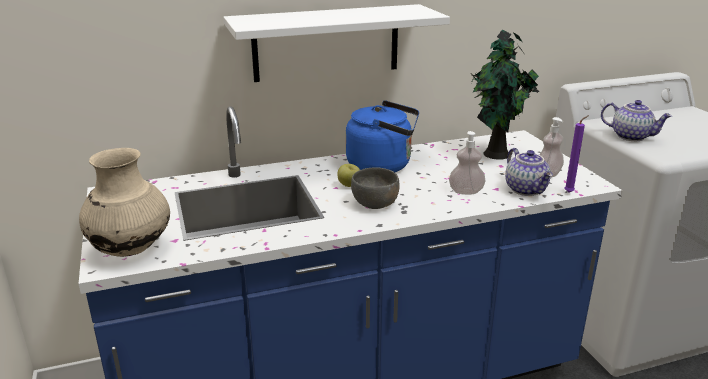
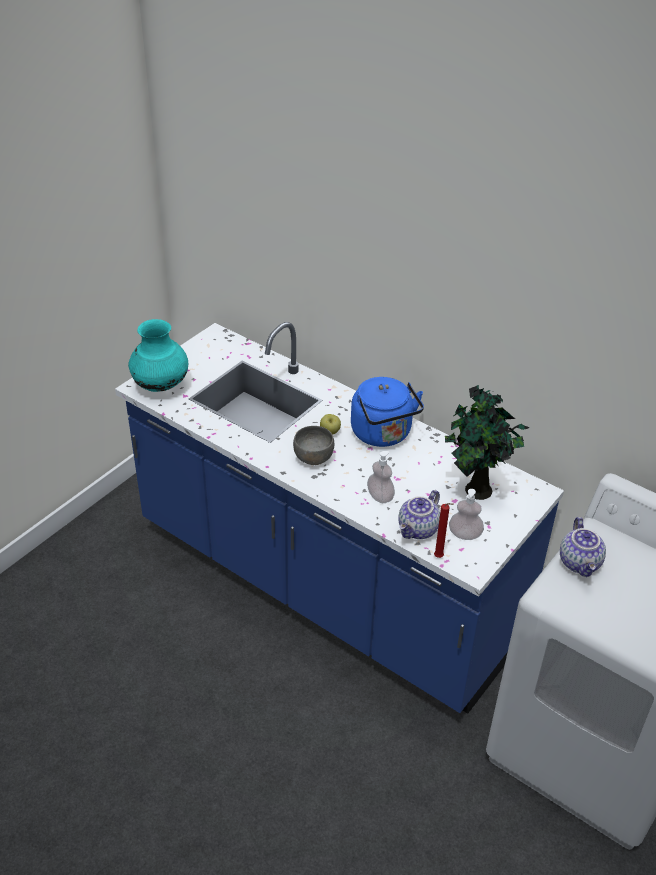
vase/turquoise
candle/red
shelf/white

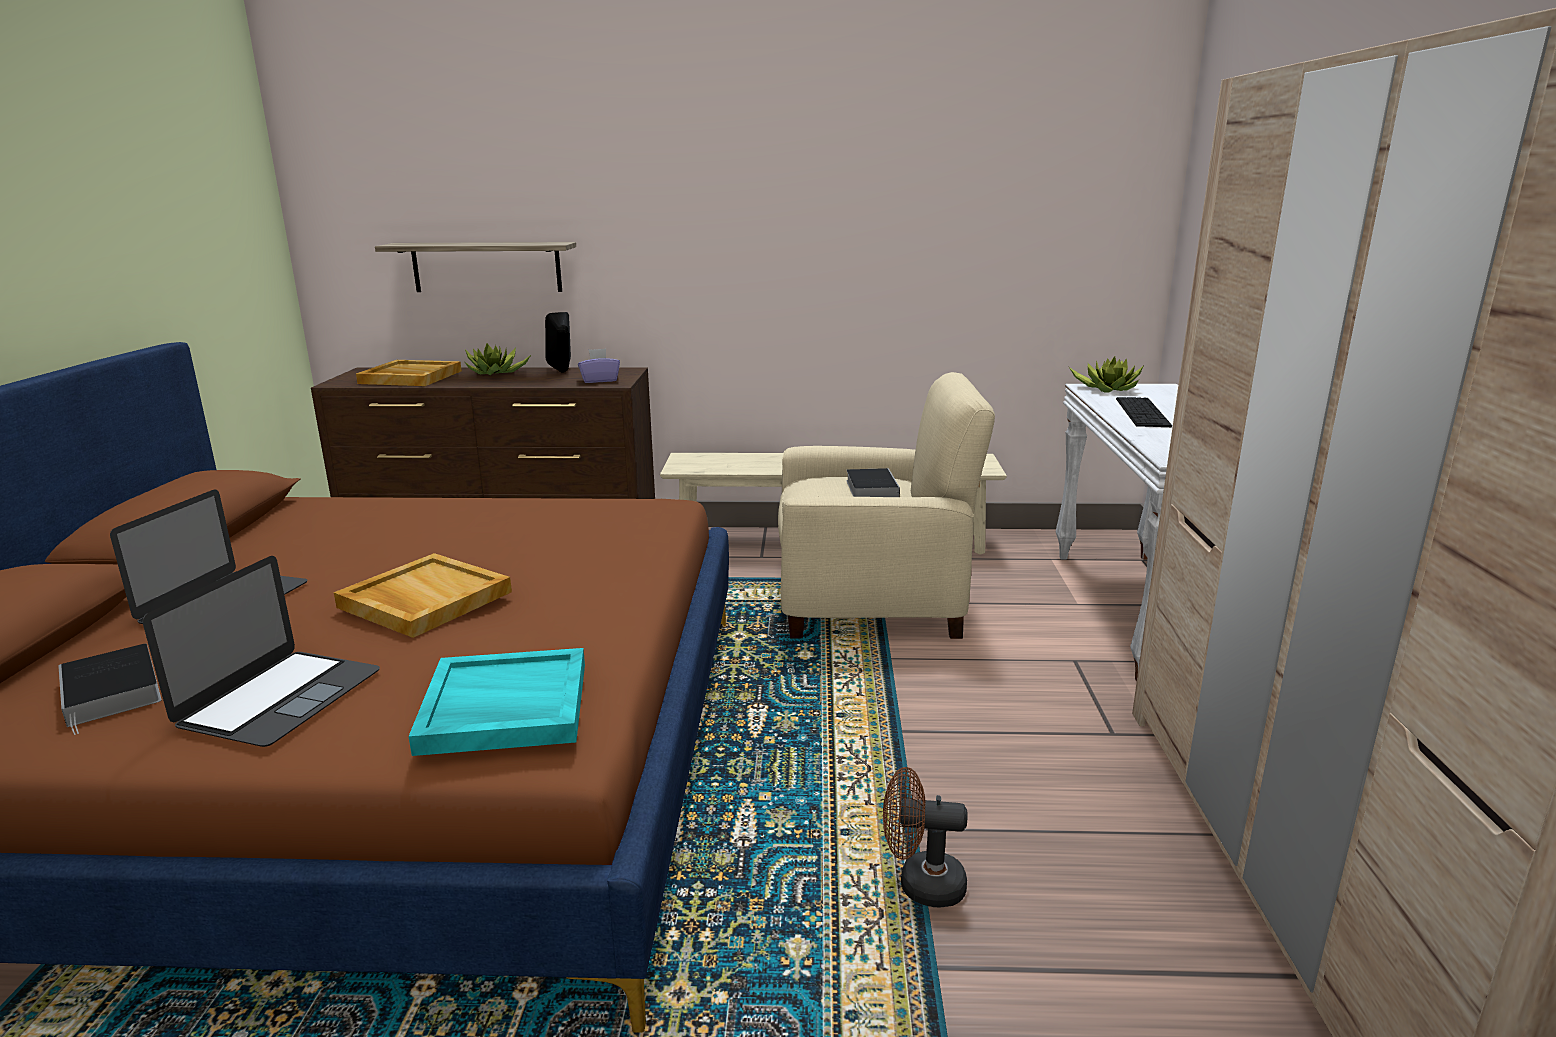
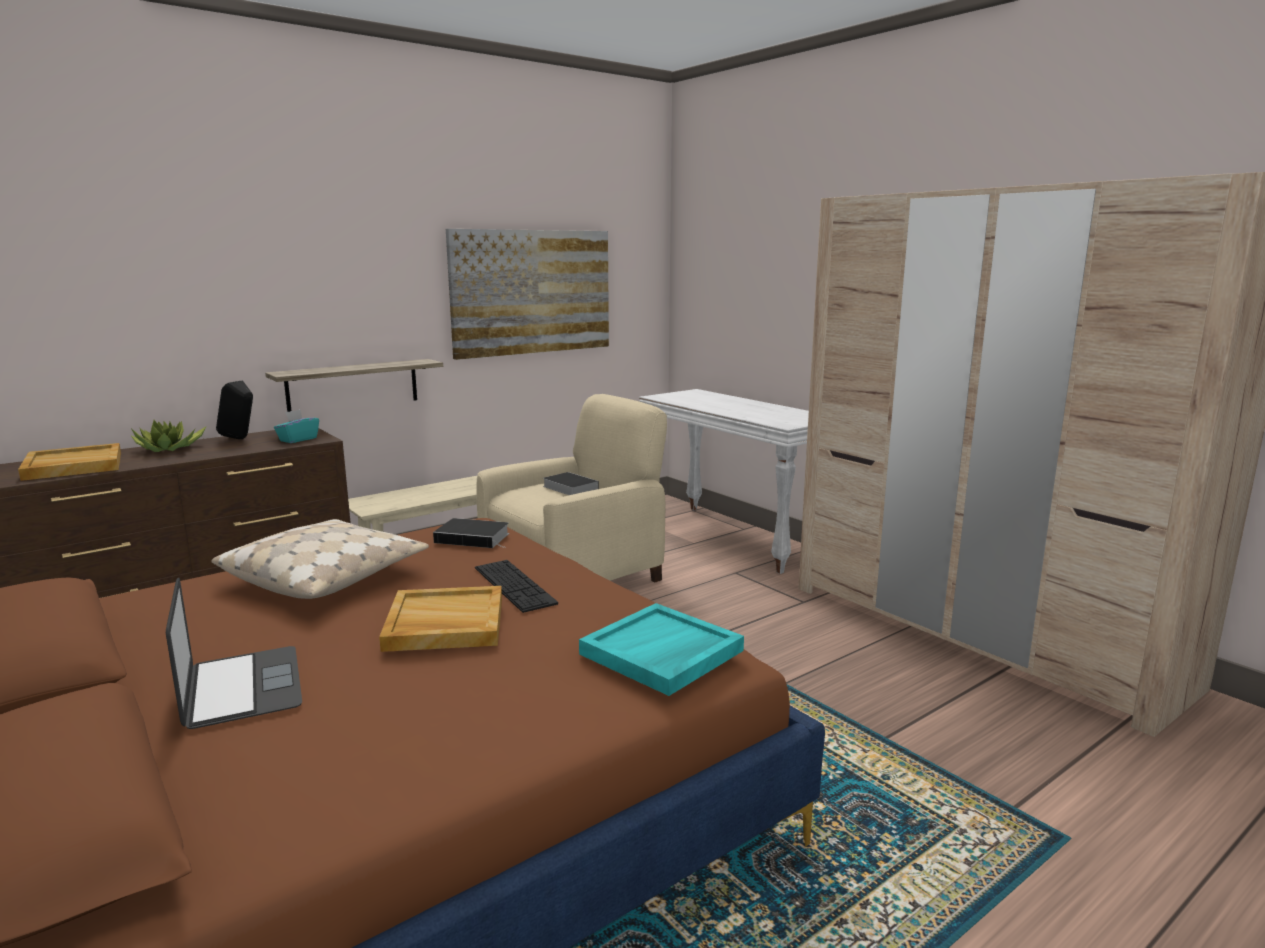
pillow/beige
shelf
tissue box/turquoise
book (no. 1 from left)
picture
keyboard
laptop (no. 2 from left in the first image)
fan/brown
potted plant (no. 2 from left in the first image)

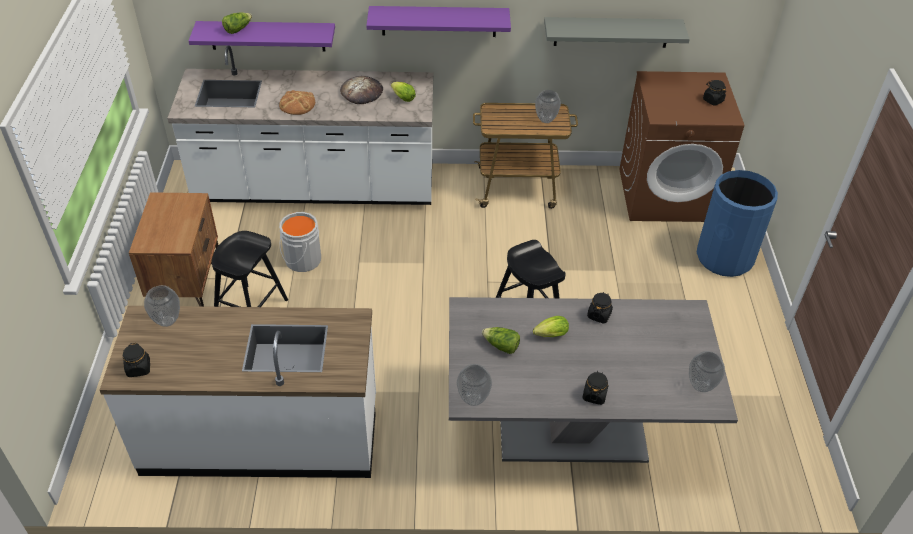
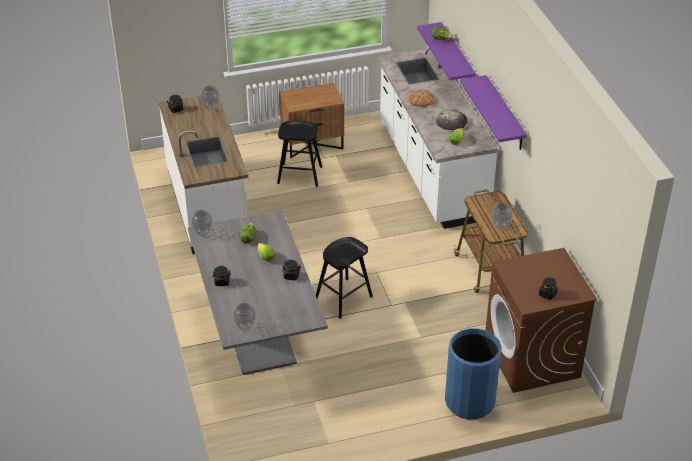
bucket/grey
shelf/grey

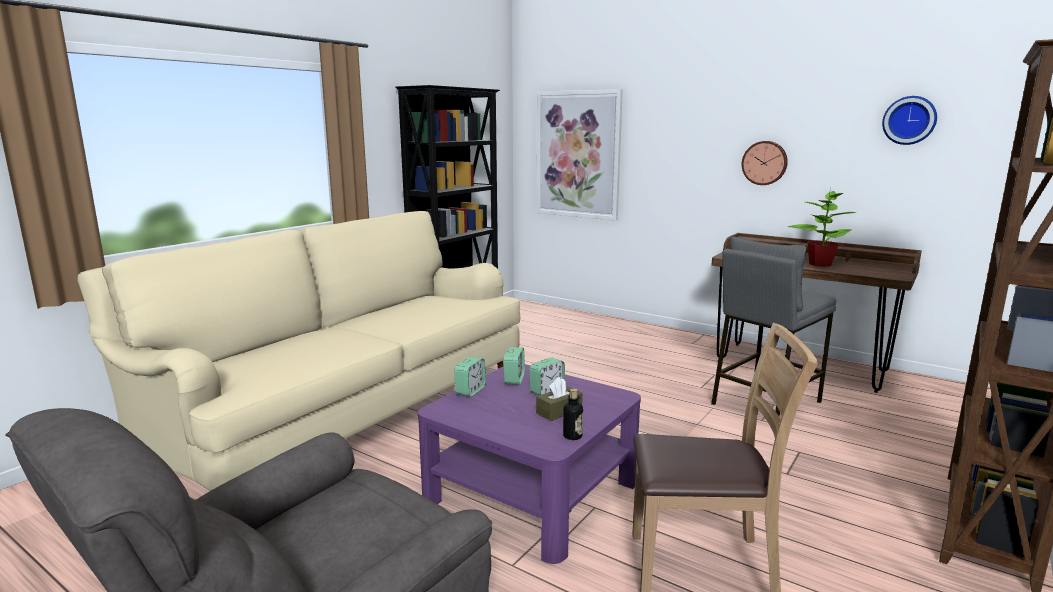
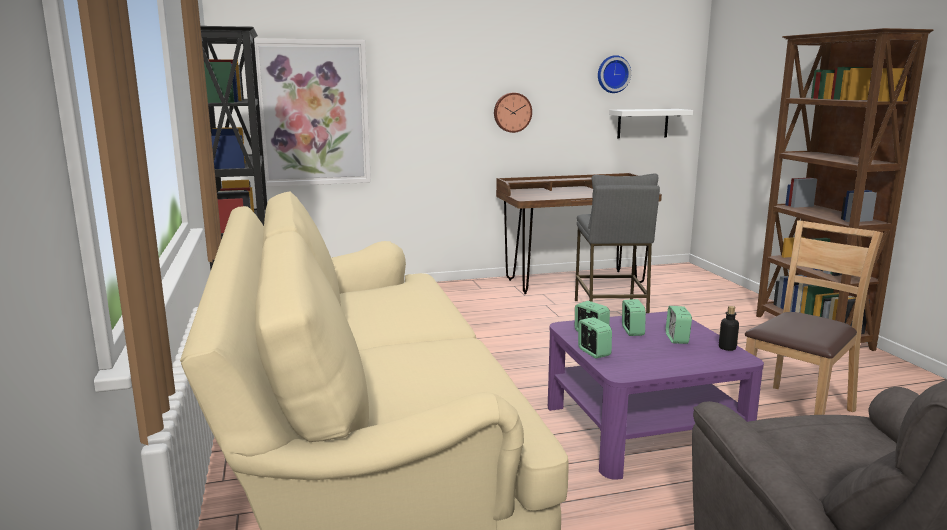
shelf/white
alarm clock (no. 4 from left)
potted plant

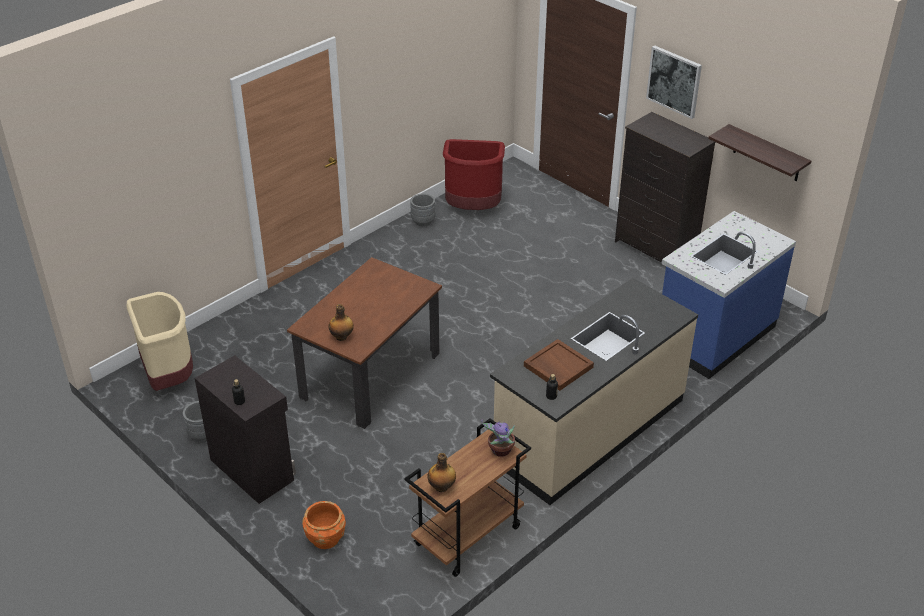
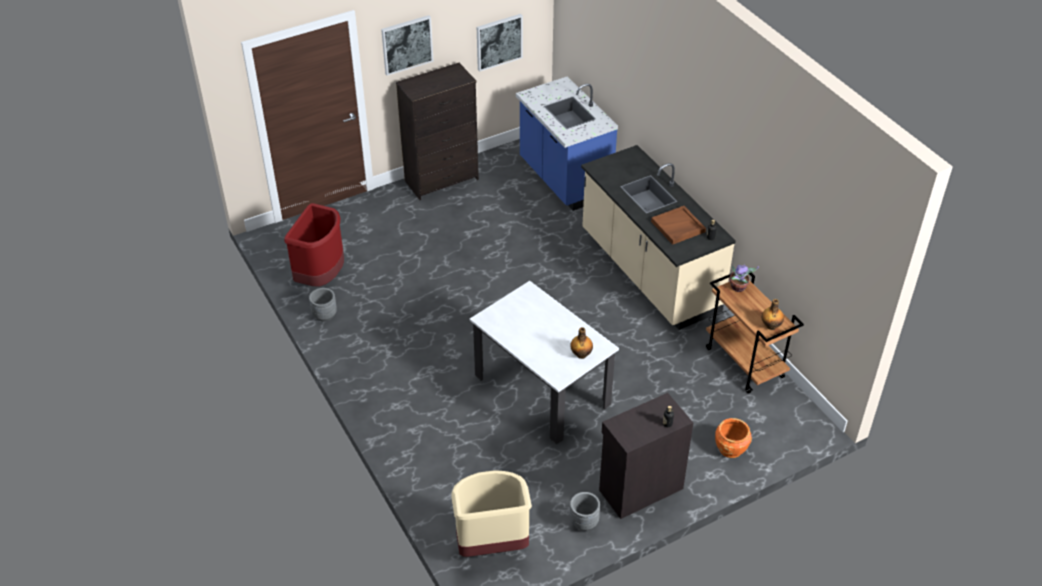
dining table/white
picture (no. 2 from left)

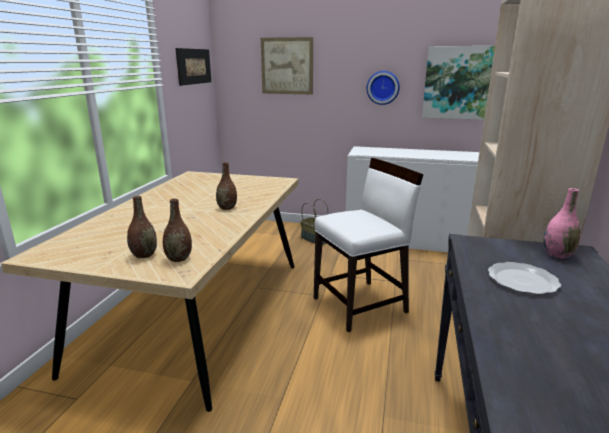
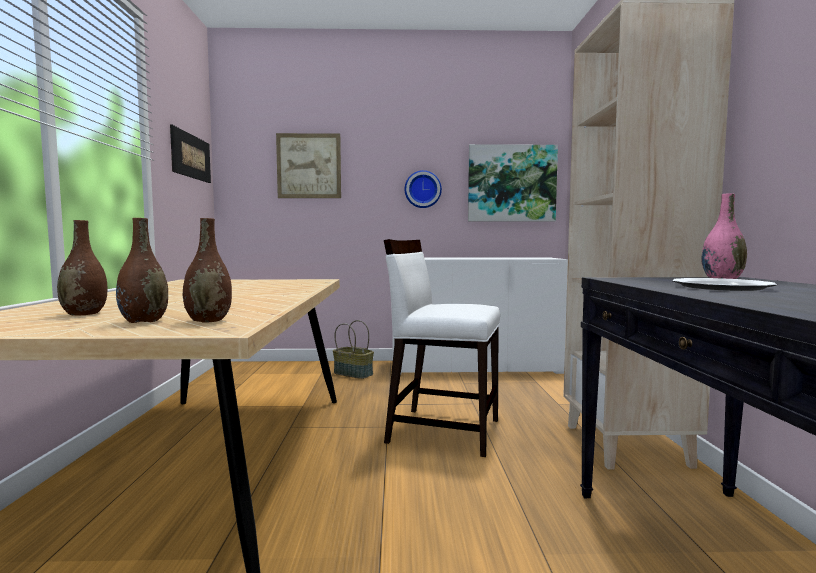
vase/brown (no. 1 from left)
chair/white

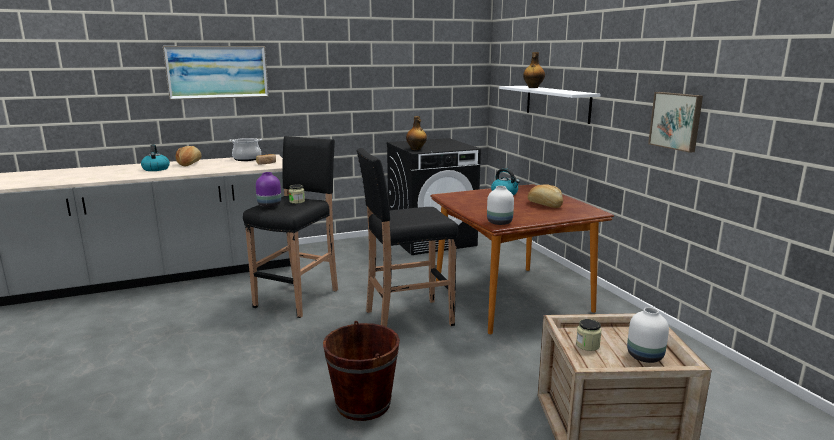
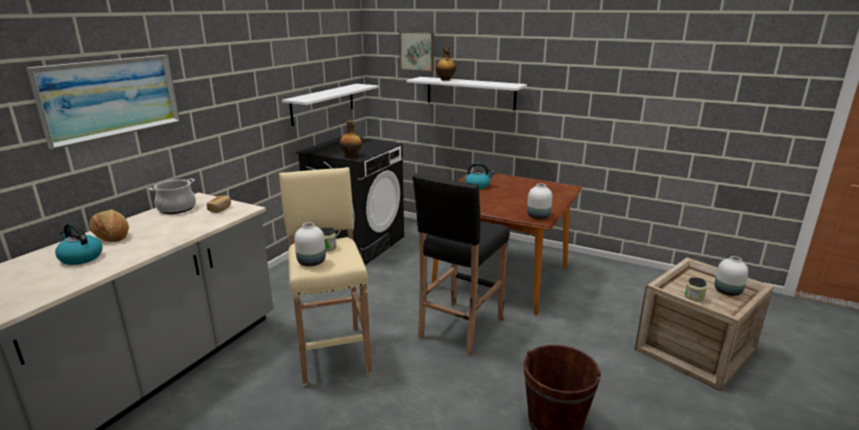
stool/beige
shelf/white (no. 1 from left)
vase/white (no. 1 from left)
picture (no. 2 from left)
bread (no. 3 from left in the first image)

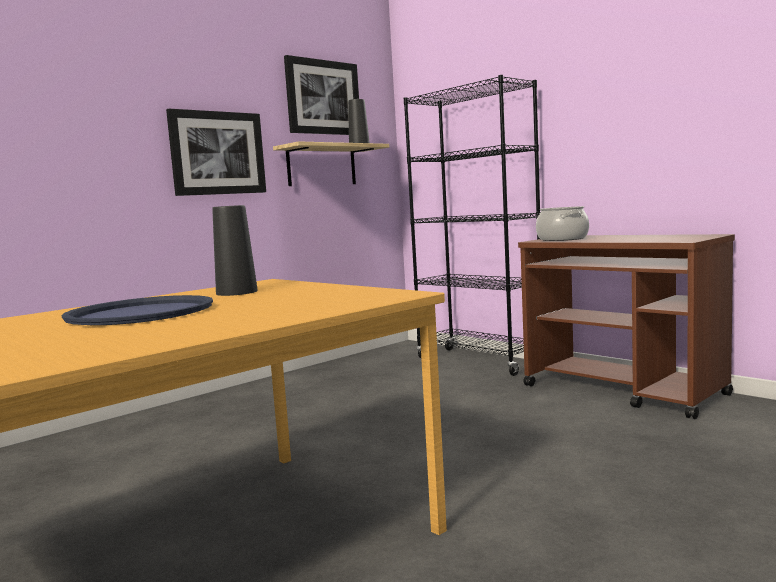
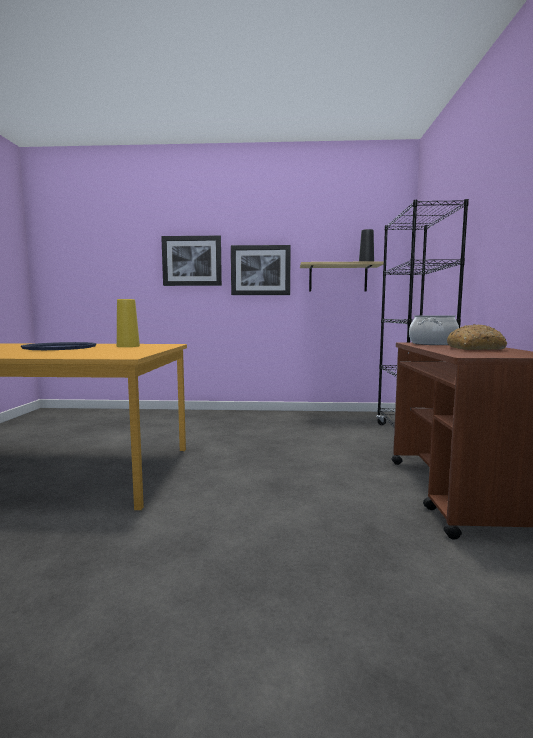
vase/yellow
picture (no. 1 from left)
bread

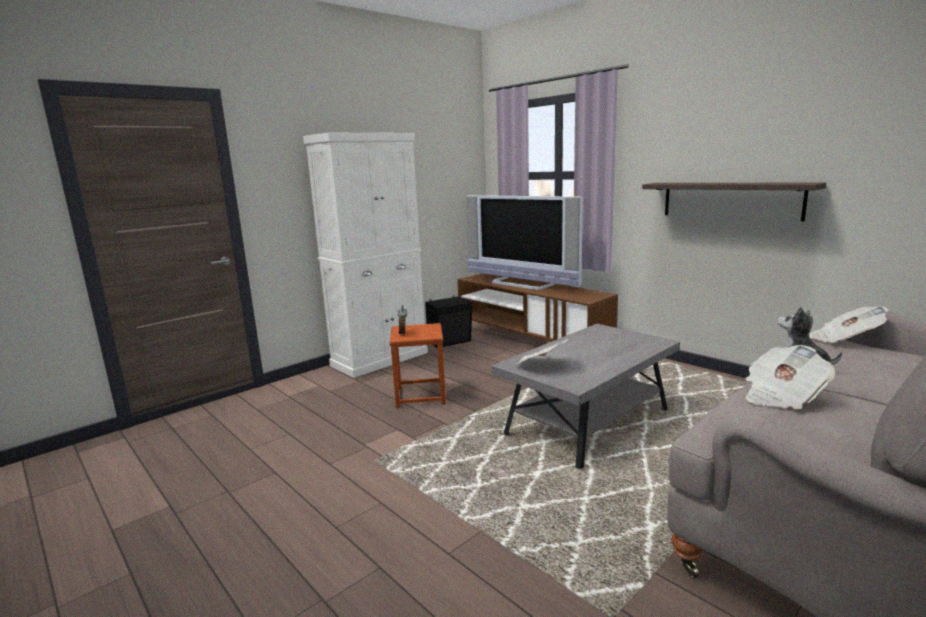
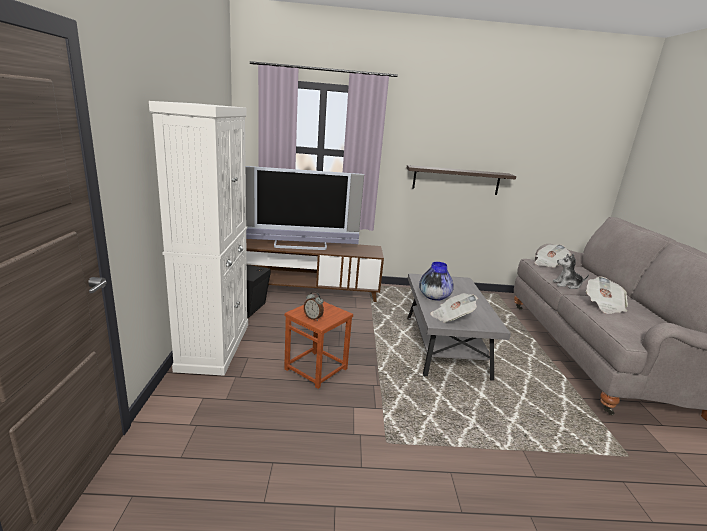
vase

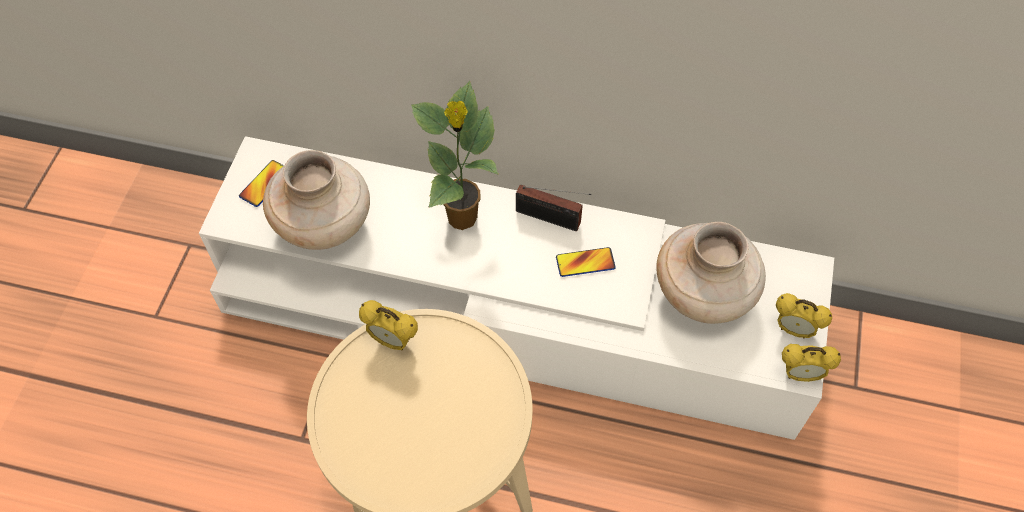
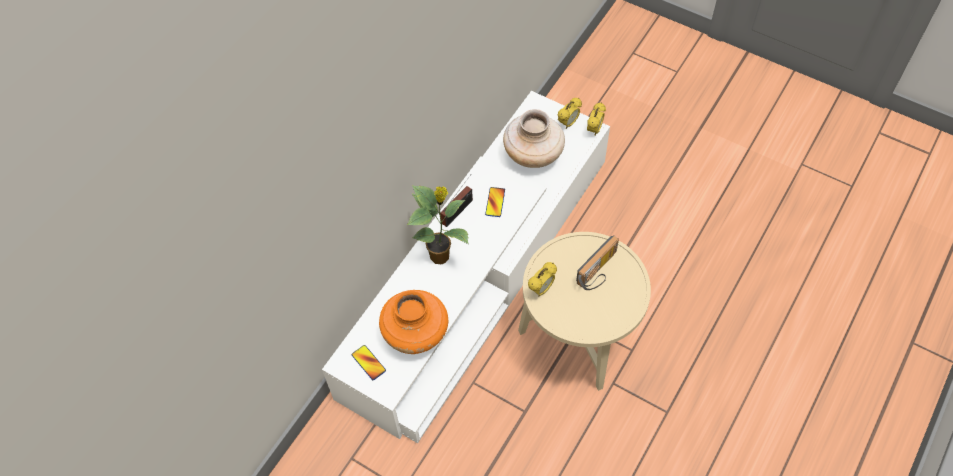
vase/orange
radio (no. 2 from left)

